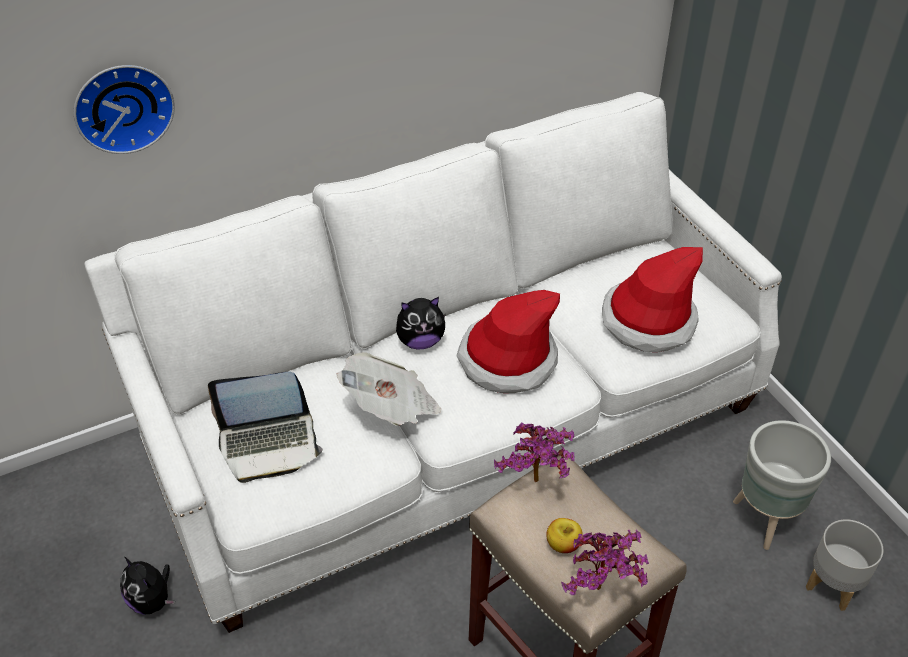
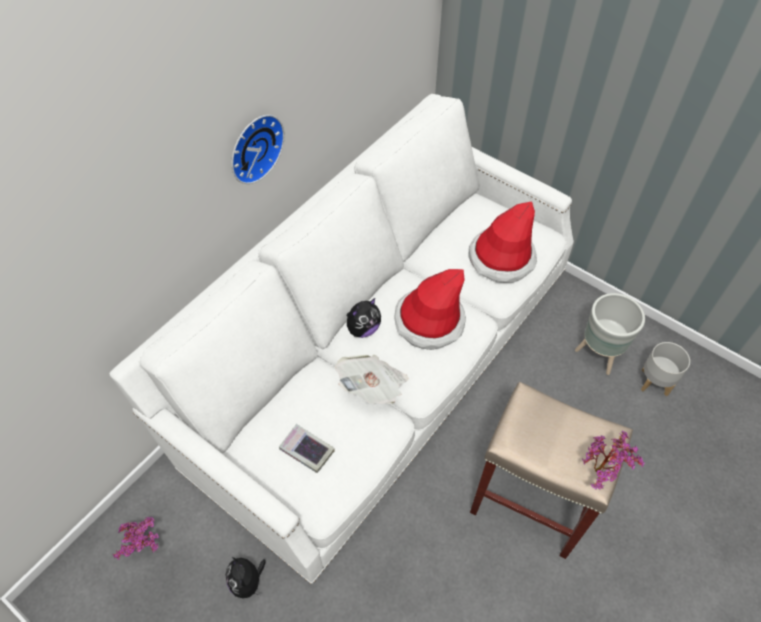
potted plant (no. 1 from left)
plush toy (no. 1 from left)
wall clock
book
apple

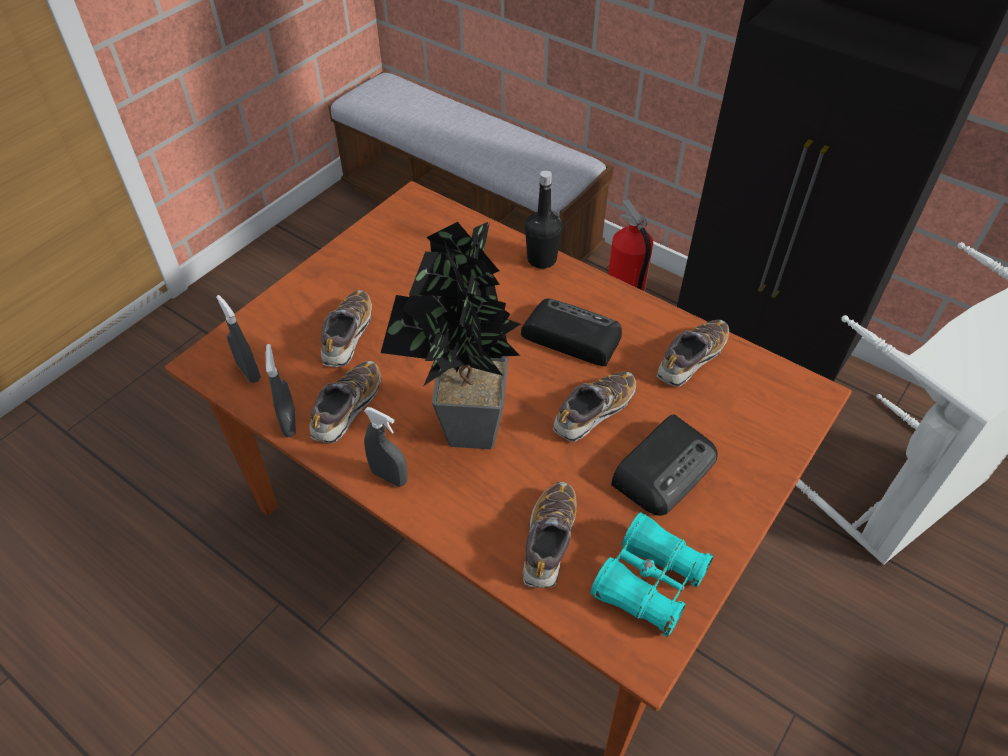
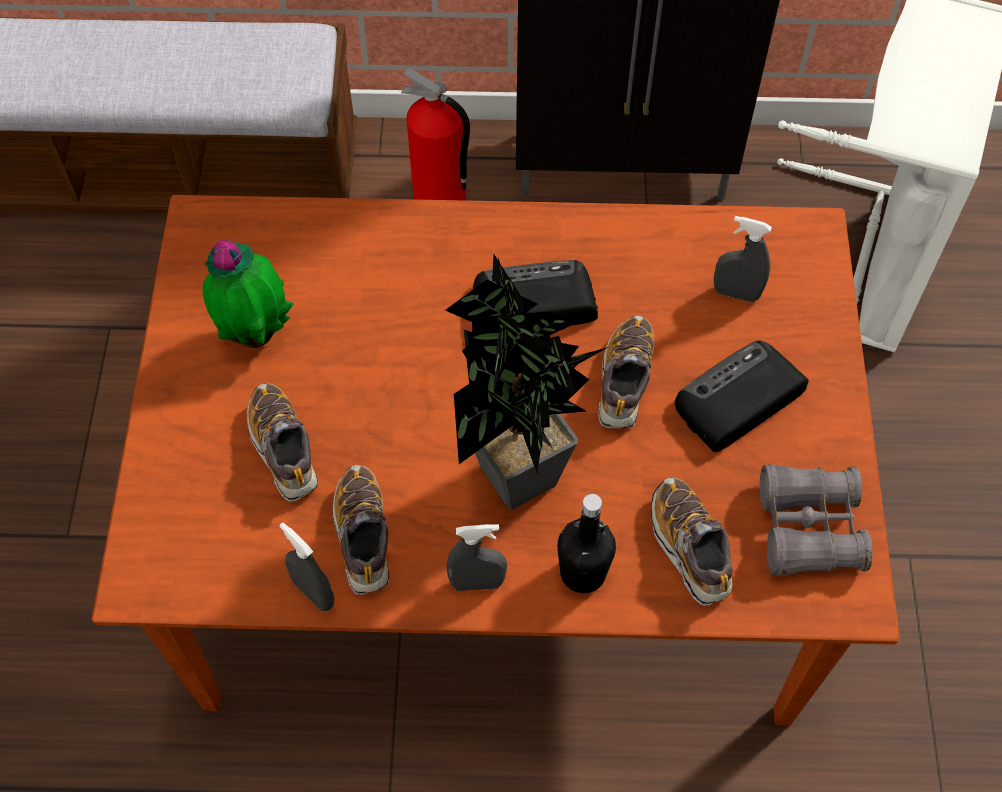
potted plant (no. 1 from left)
bottle/black
radio (no. 2 from left)
spray bottle/grey (no. 3 from left)
binoculars/grey
shoe (no. 5 from left in the first image)

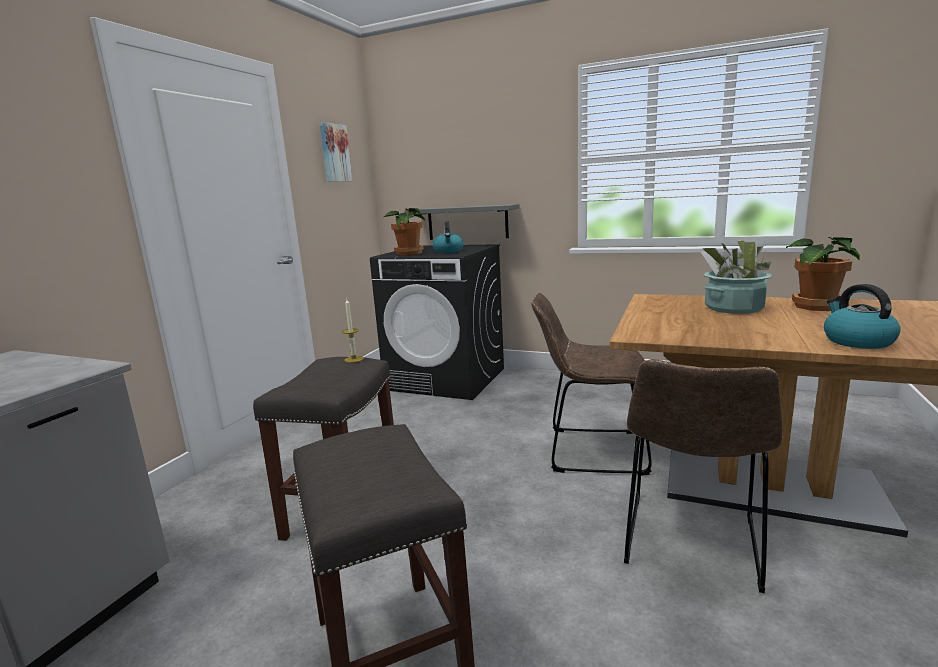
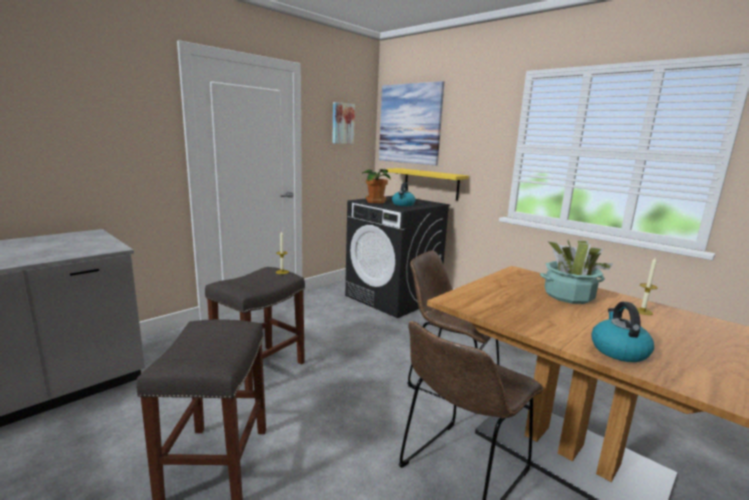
picture (no. 2 from left)
shelf/yellow
candle (no. 2 from left)

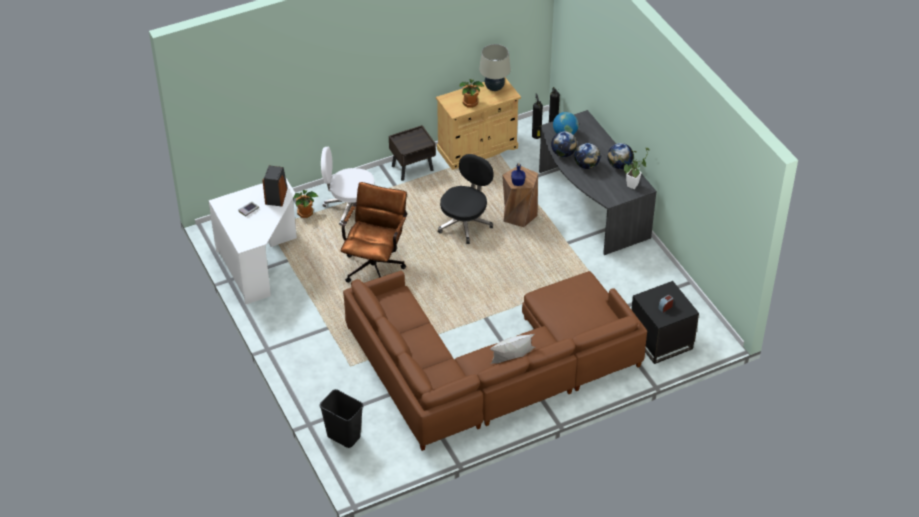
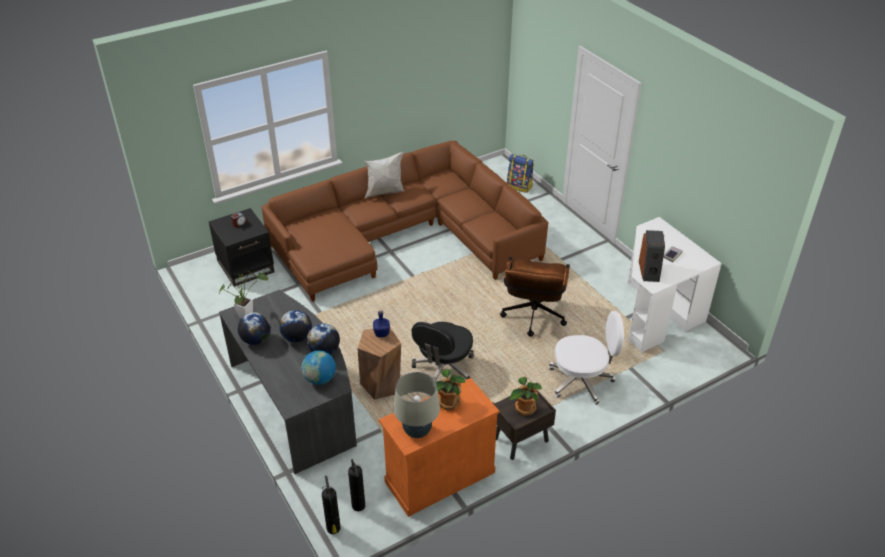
cabinet/orange
backpack
potted plant (no. 3 from left)

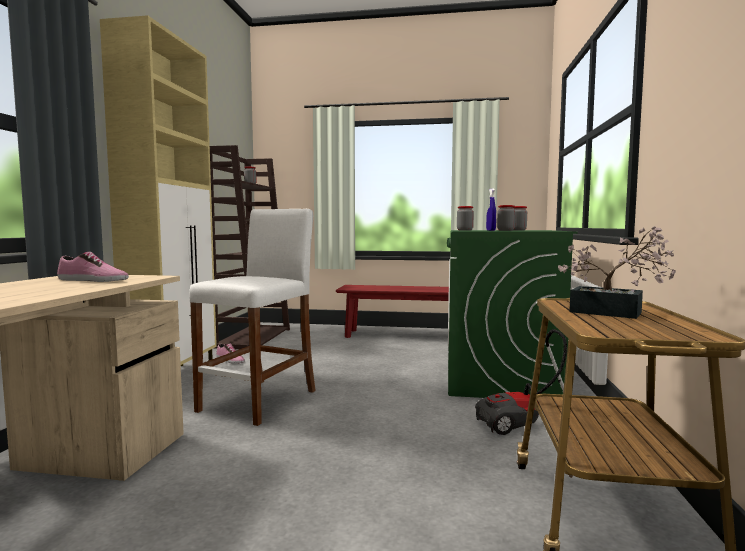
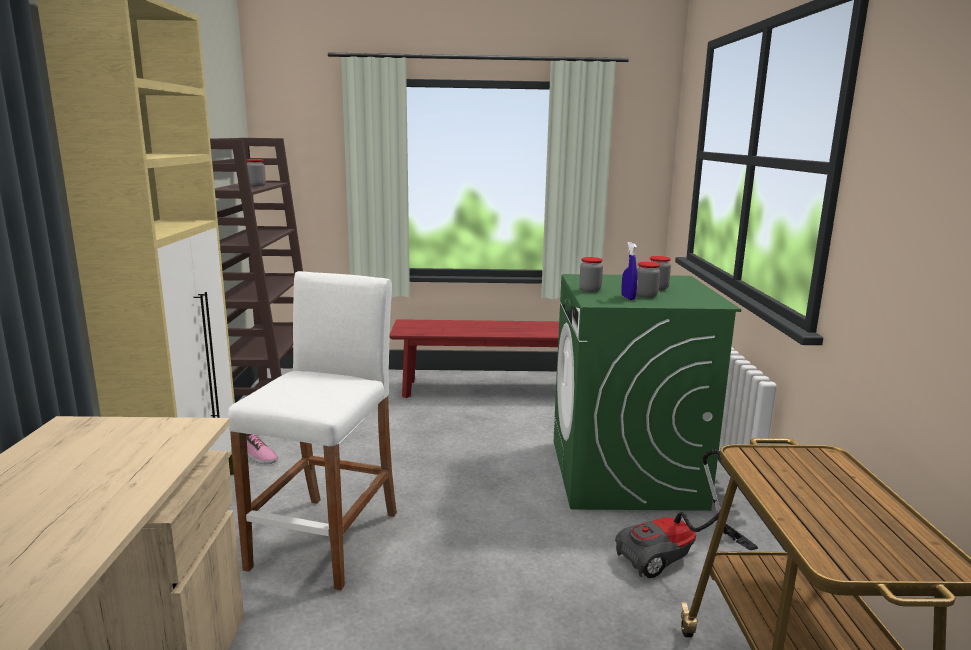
shoe (no. 1 from left in the first image)
potted plant

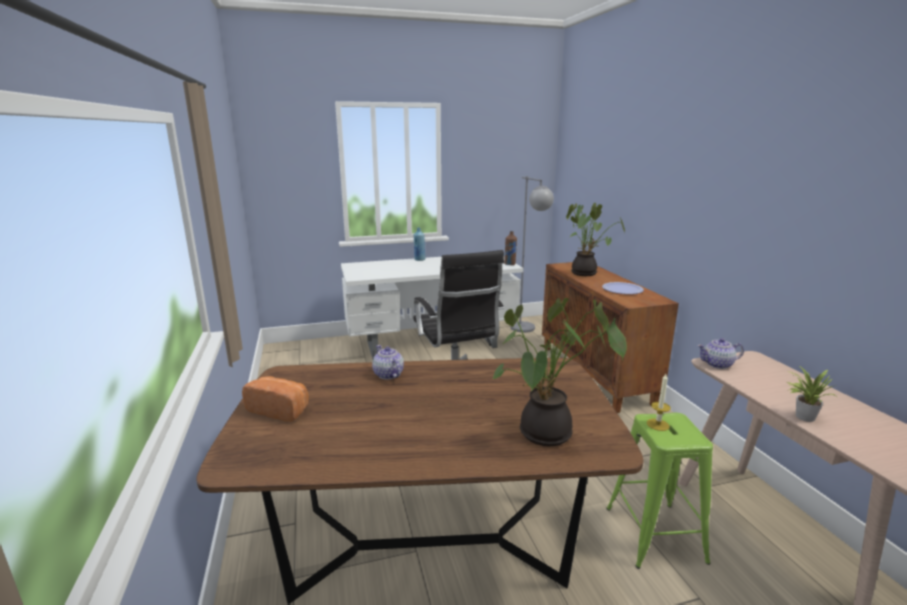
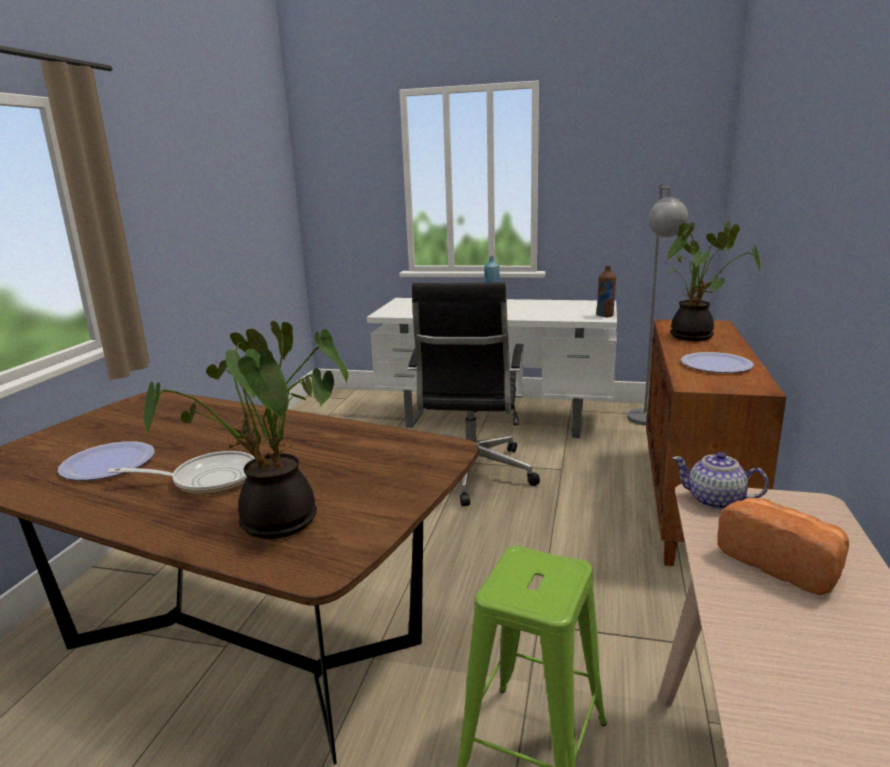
plate (no. 1 from left)
frying pan
bread
teapot (no. 1 from left in the first image)
candle
potted plant (no. 3 from left in the first image)

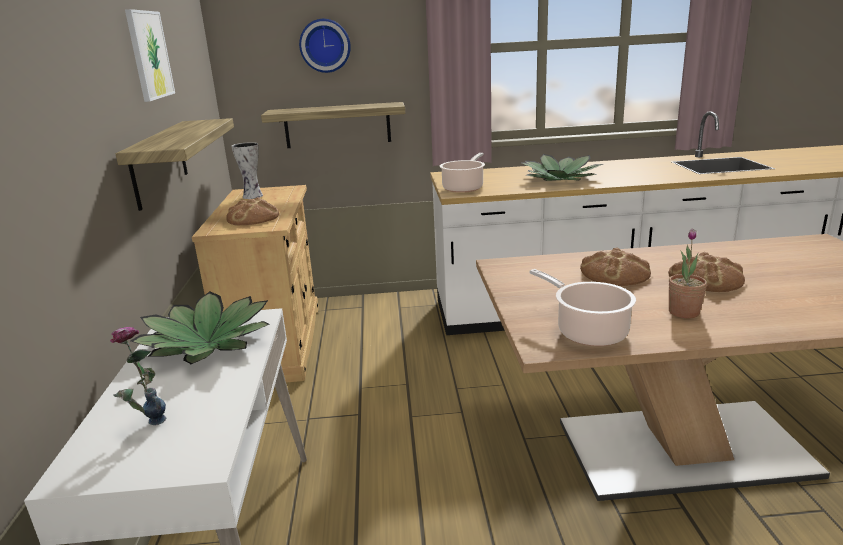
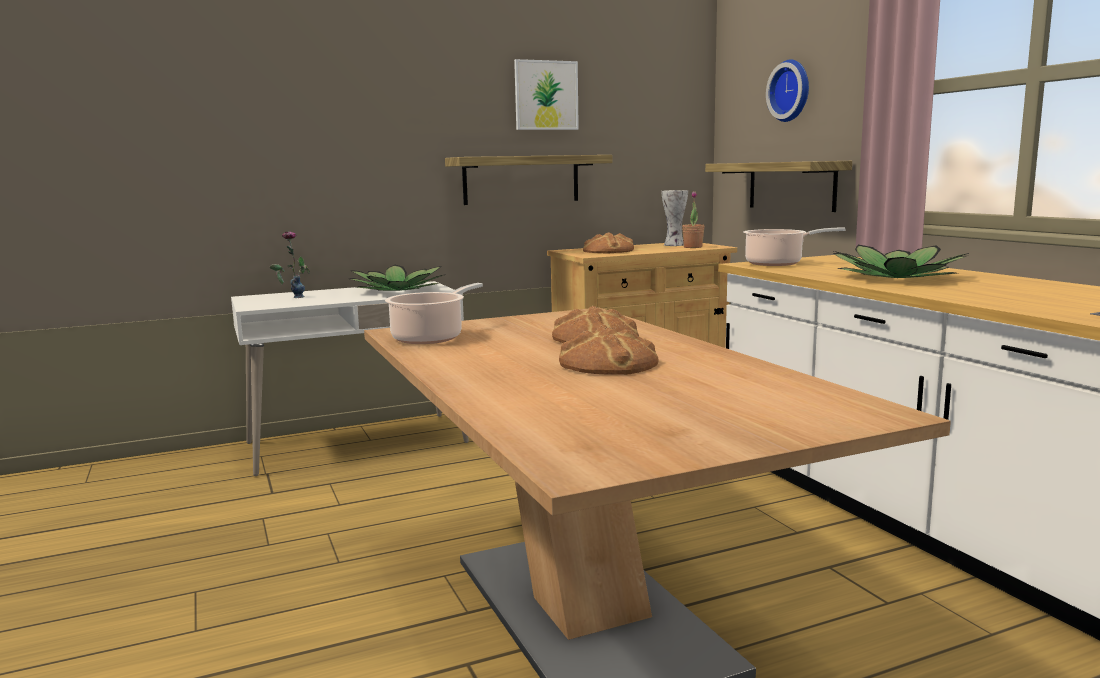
potted plant (no. 2 from left)

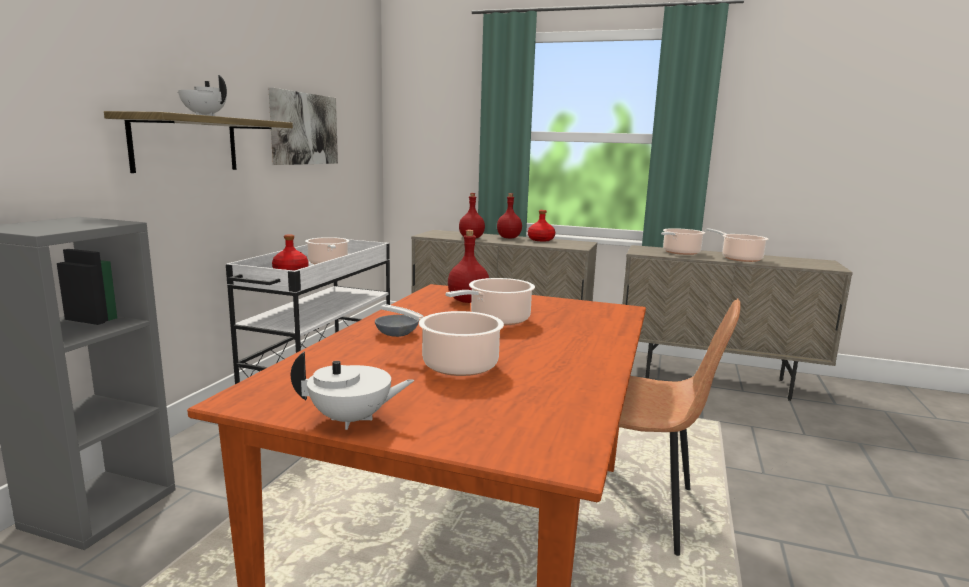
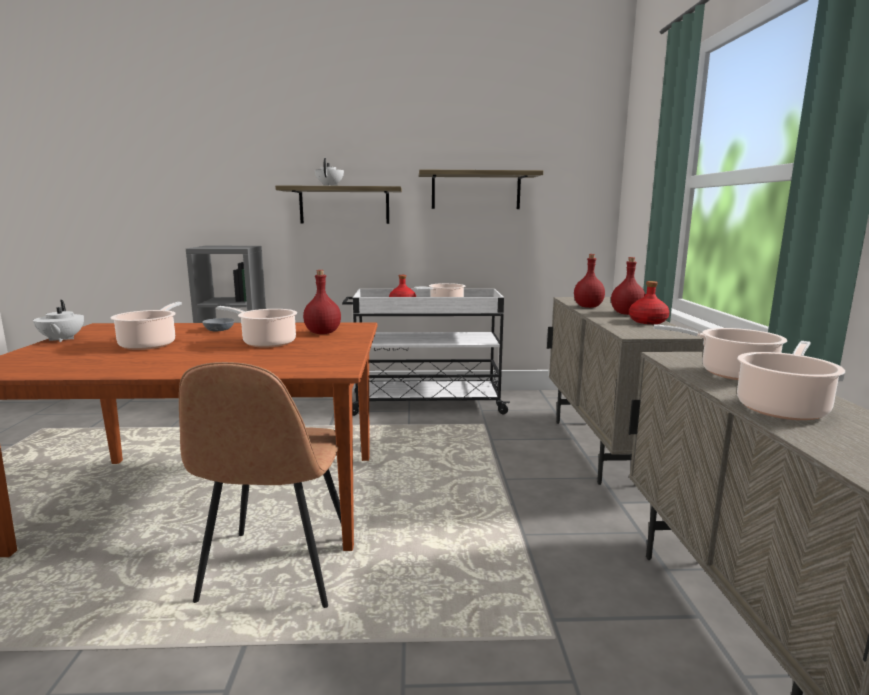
shelf (no. 2 from left)

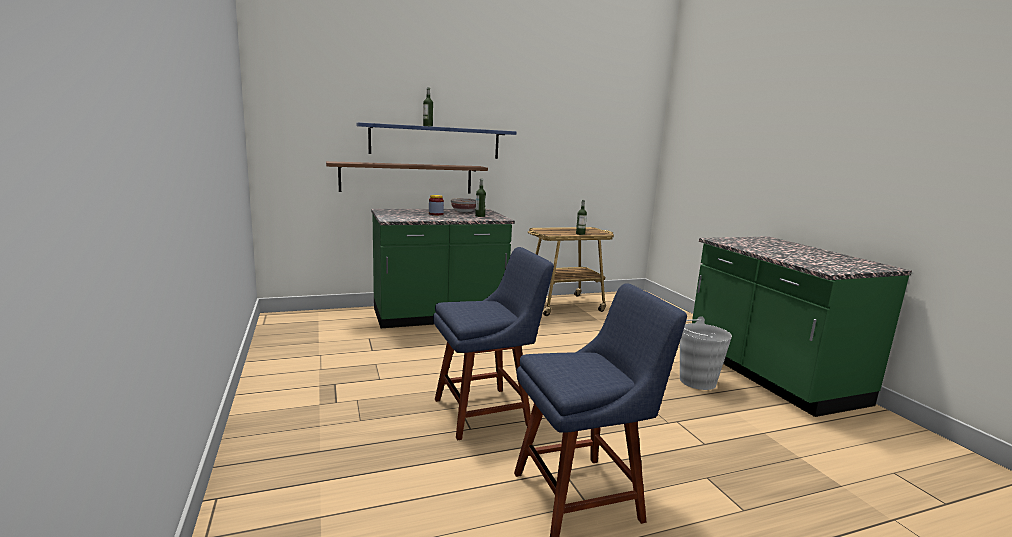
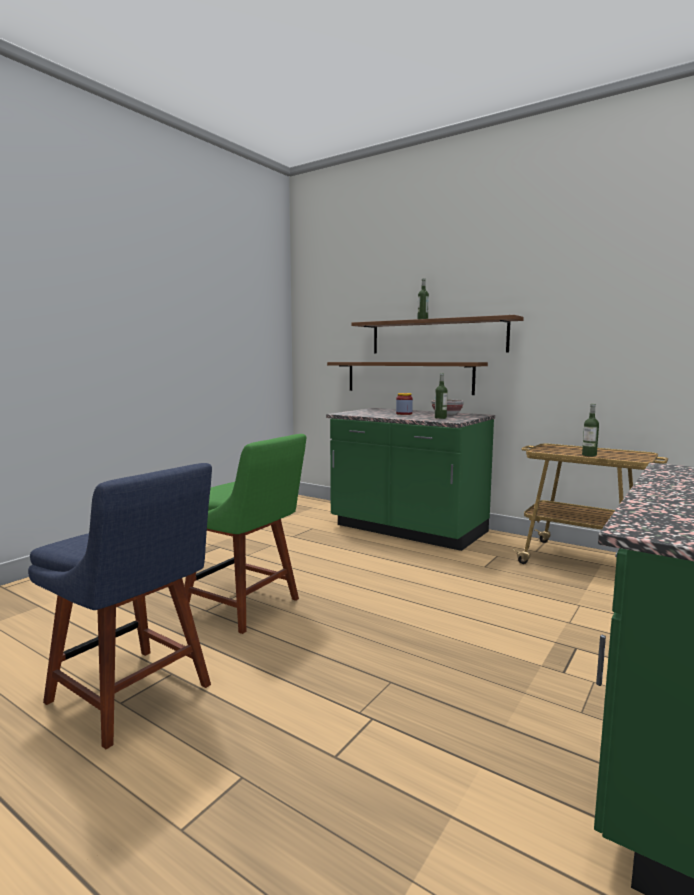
chair/green
shelf/brown (no. 2 from left)
bucket/grey

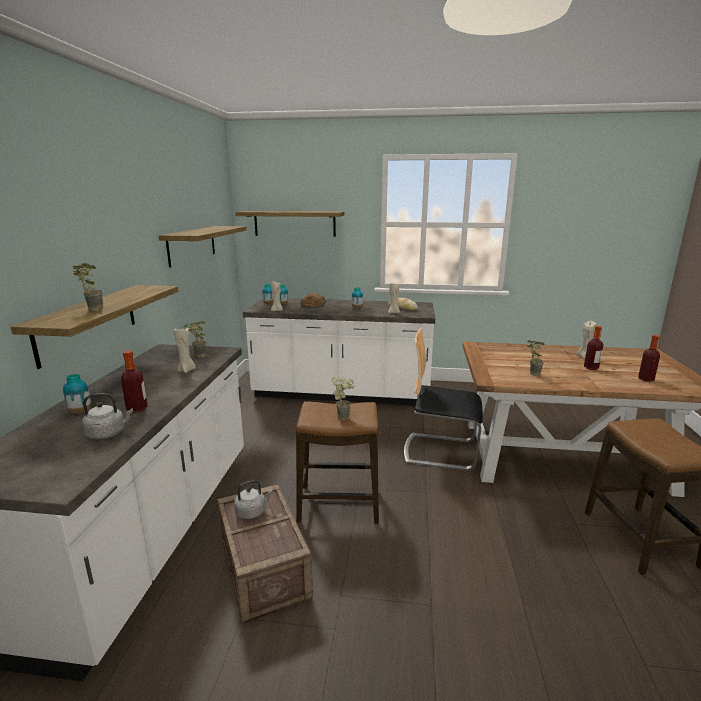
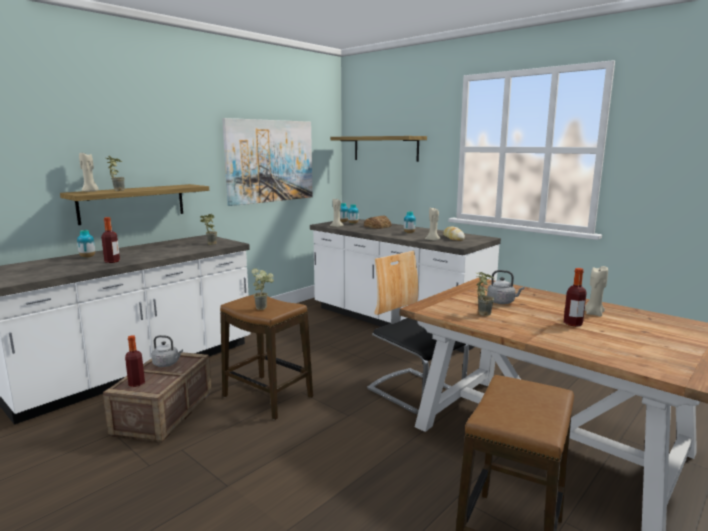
candle/beige (no. 1 from left)
bottle (no. 2 from left)
picture
kettle/grey (no. 2 from left)

